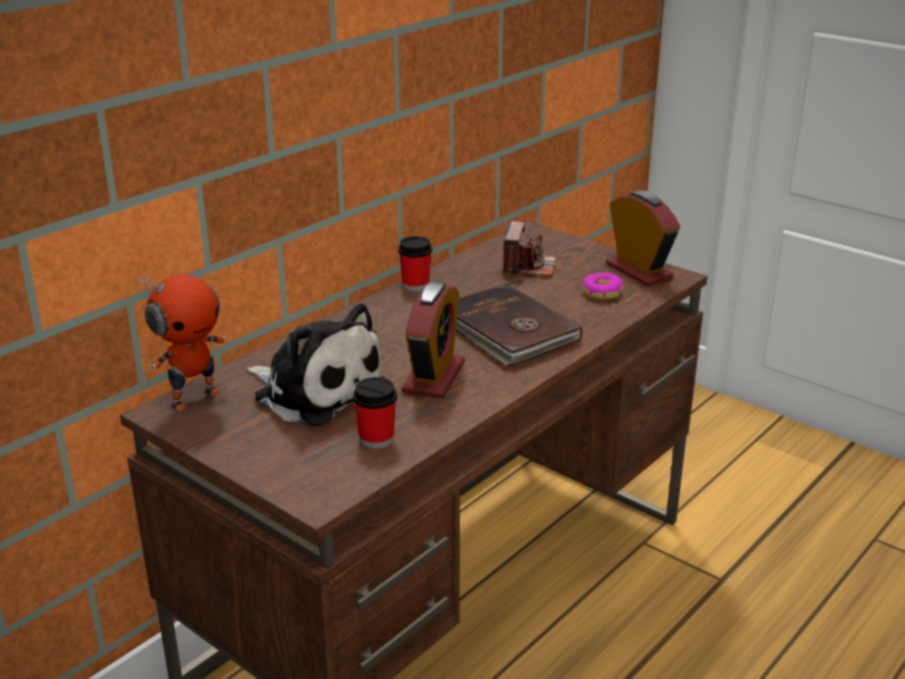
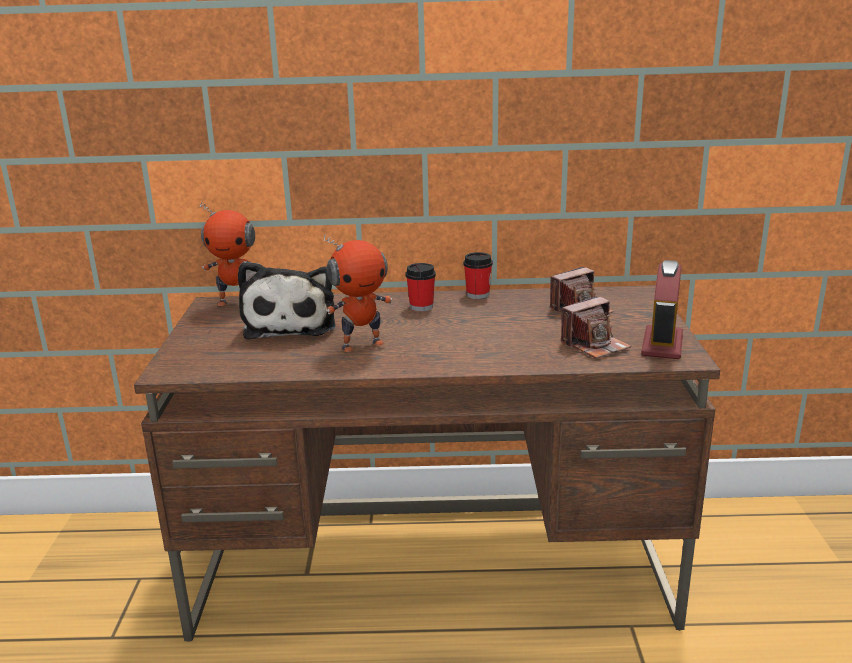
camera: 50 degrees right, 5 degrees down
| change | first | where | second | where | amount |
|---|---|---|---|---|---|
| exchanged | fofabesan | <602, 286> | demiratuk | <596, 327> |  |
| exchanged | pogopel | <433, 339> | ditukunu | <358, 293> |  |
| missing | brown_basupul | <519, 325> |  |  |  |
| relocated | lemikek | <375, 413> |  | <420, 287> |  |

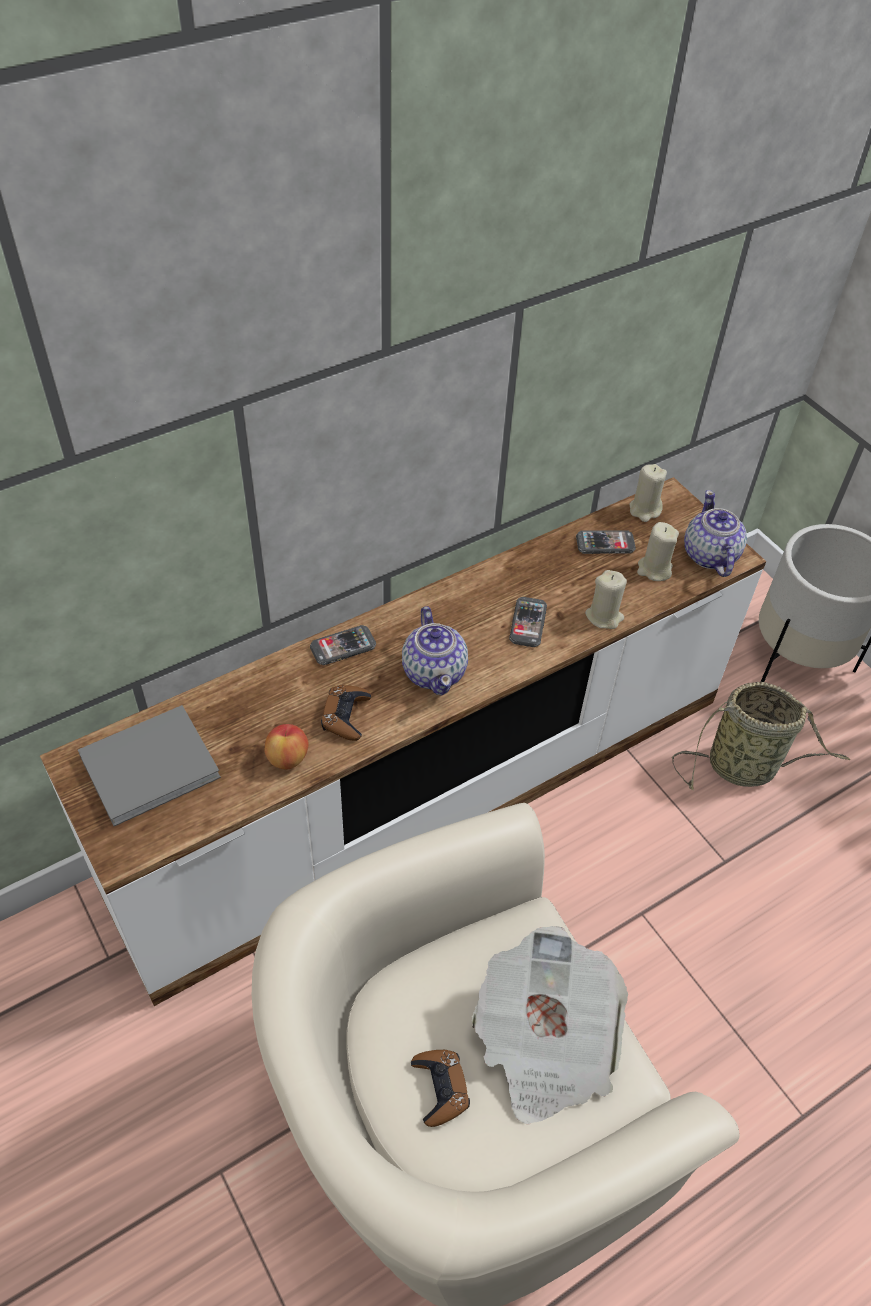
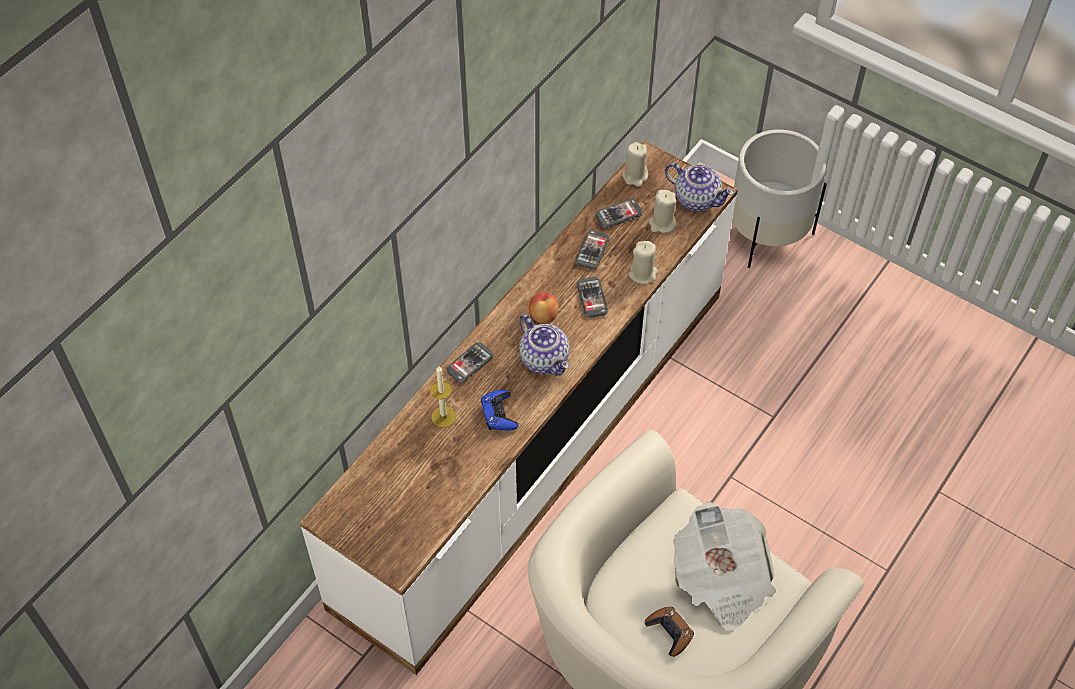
camera: 20 degrees left, 5 degrees up
| change | first | where | second | where | amount |
|---|---|---|---|---|---|
| spun | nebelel | <715, 533> |  | <699, 187> | 150 degrees clockwise |
| missing | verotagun | <761, 736> |  |  |  |
| colour | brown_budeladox | <346, 713> | blue_budeladox | <500, 410> |  |
| missing | grey_basupul | <149, 765> |  |  |  |
| relocated | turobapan | <287, 746> |  | <544, 308> |  |
| appeared |  |  | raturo | <592, 250> |  |
| appeared |  |  | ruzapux | <443, 397> |  |

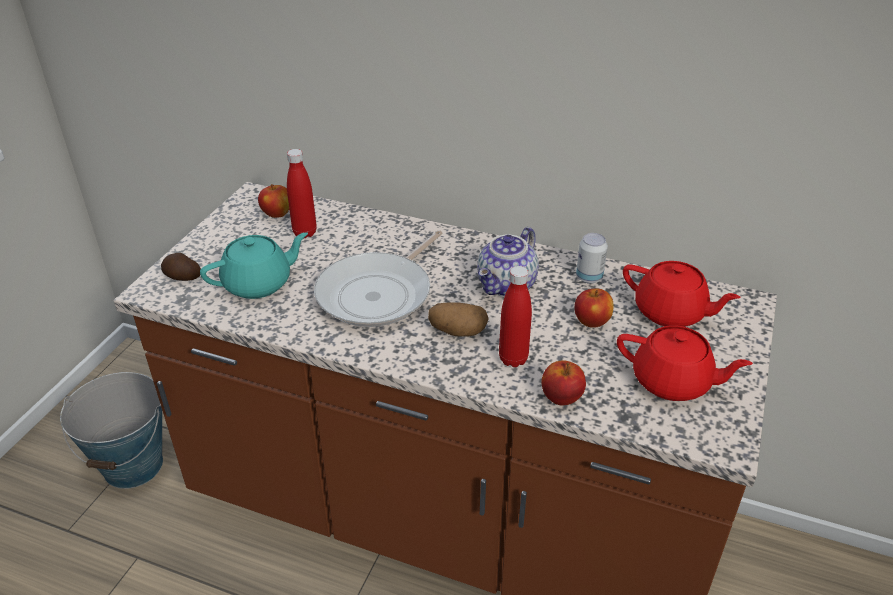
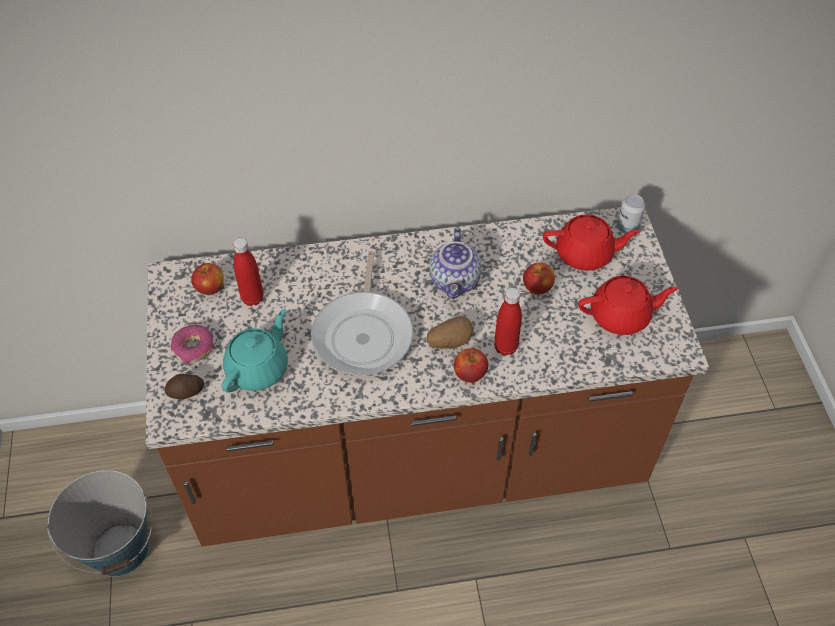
camera: 30 degrees left, 15 degrees up
| change | first | where | second | where | amount |
|---|---|---|---|---|---|
| relocated | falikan | <592, 258> |  | <631, 214> |  |
| relocated | turobapan | <564, 382> |  | <471, 365> |  |
| appeared |  |  | fofabesan | <192, 344> |  |

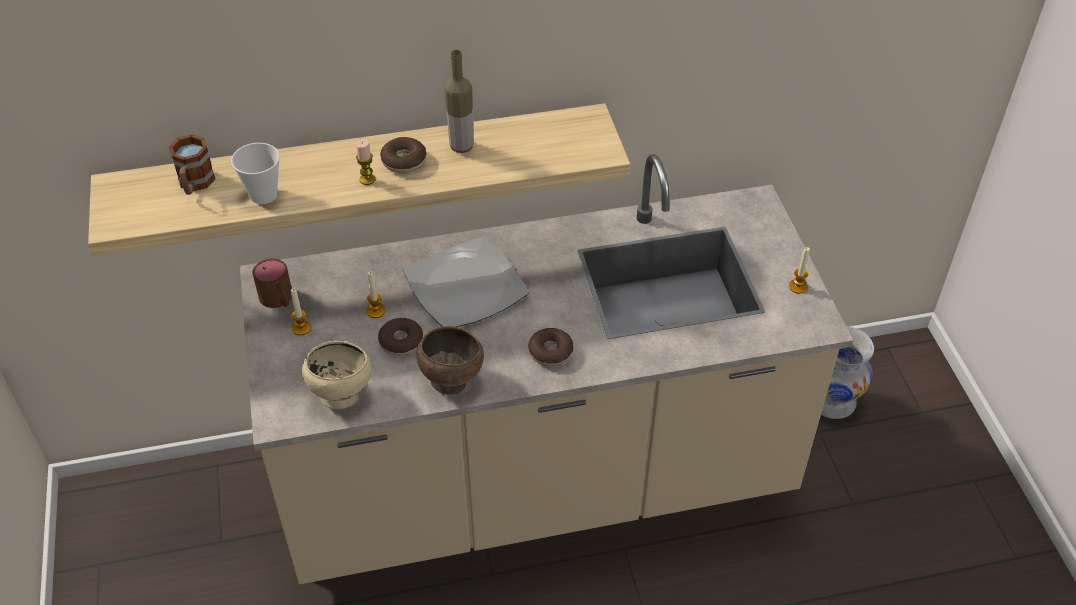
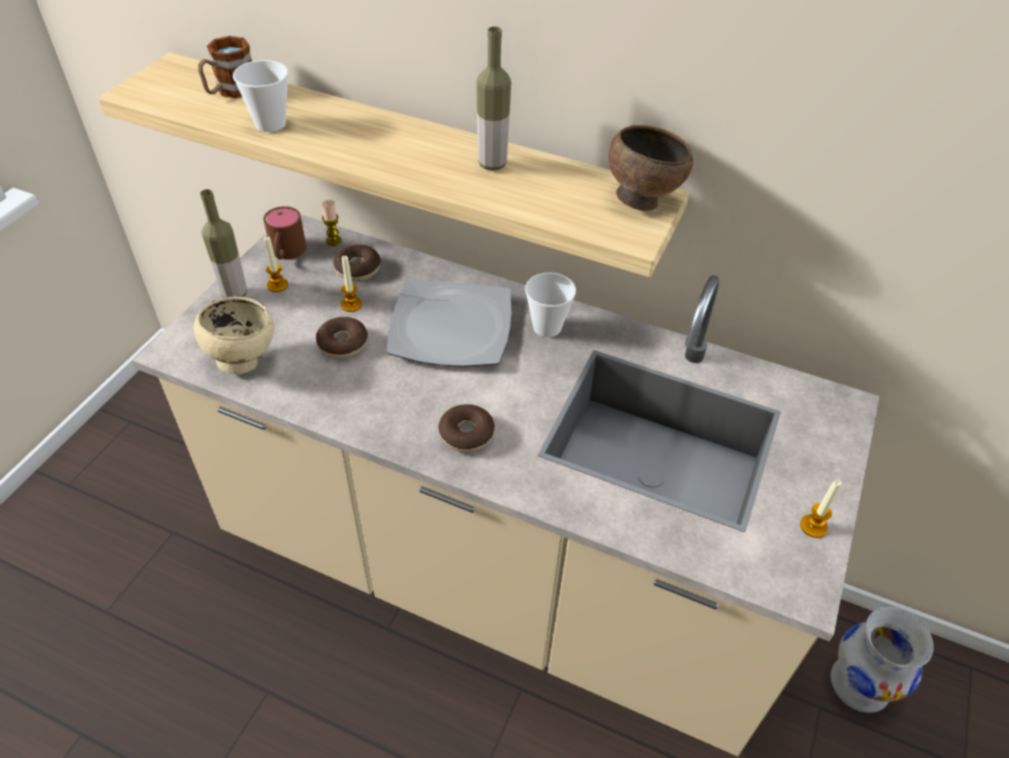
camera: 35 degrees right, 0 degrees up
| change | first | where | second | where | amount |
|---|---|---|---|---|---|
| relocated | fofabesan | <403, 155> |  | <357, 262> |  |
| relocated | ruzapux | <366, 162> |  | <331, 223> |  |
| relocated | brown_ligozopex | <450, 360> |  | <650, 168> |  |
| appeared |  |  | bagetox | <223, 243> |  |
| appeared |  |  | lemikek | <550, 304> |  |

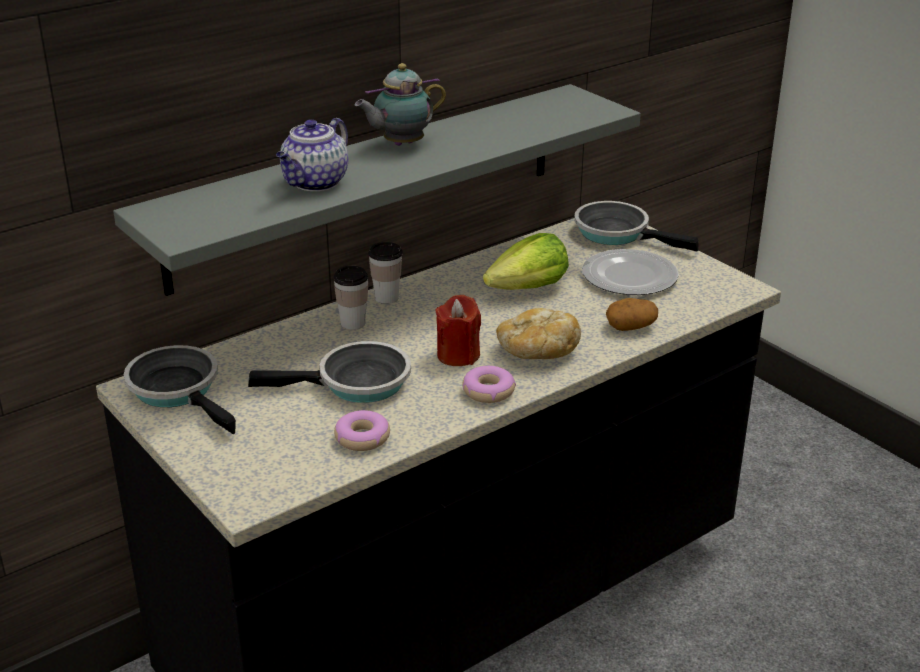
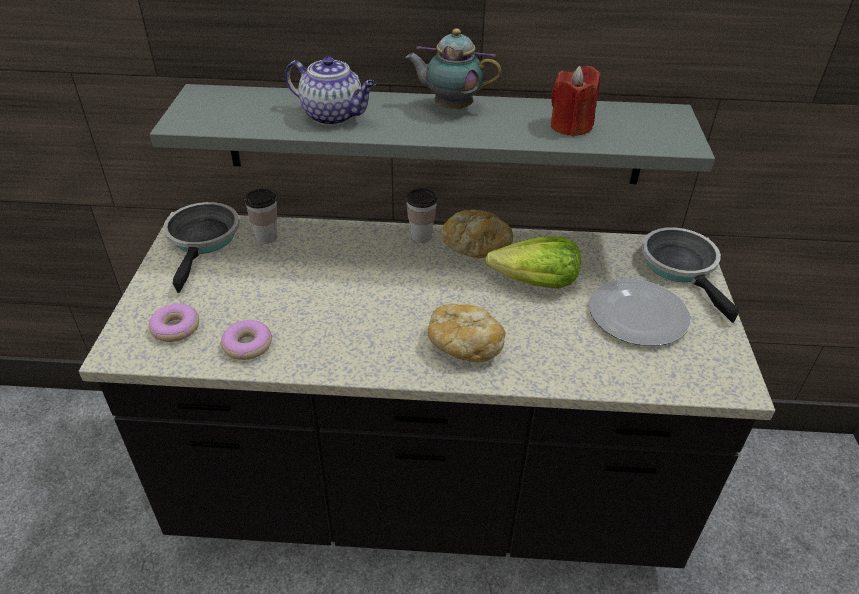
camera: 40 degrees right, 10 degrees up
| change | first | where | second | where | amount |
|---|---|---|---|---|---|
| spun | nebelel | <312, 154> |  | <330, 90> | 135 degrees counterclockwise |
| relocated | lemikek | <351, 298> |  | <261, 216> |  |
| relocated | red_ruzapux | <458, 330> |  | <575, 101> |  |
| missing | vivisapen | <632, 314> |  |  |  |
| missing | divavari | <329, 372> |  |  |  |
| relocated | fofabesan | <489, 384> |  | <174, 322> |  |
| appeared |  |  | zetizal | <477, 234> |  |

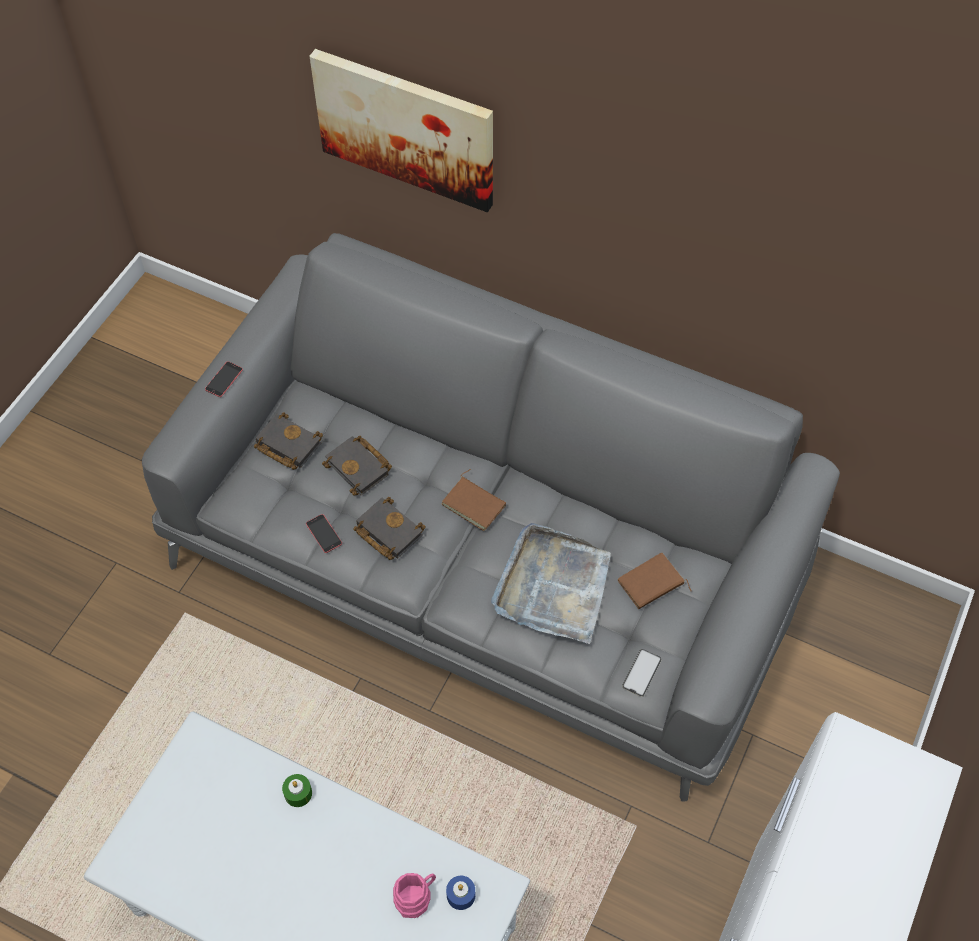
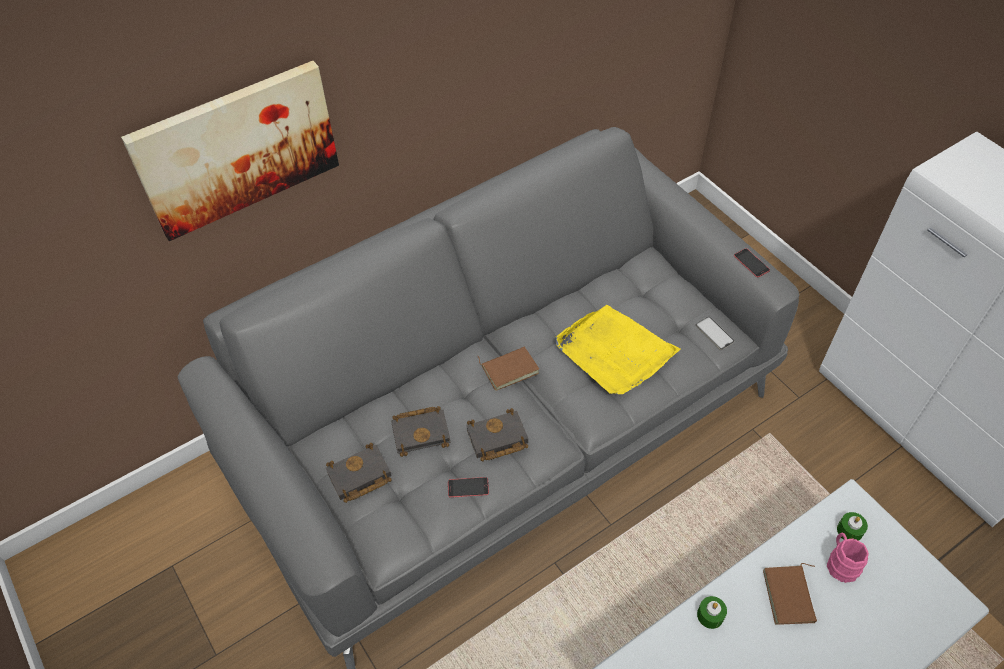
camera: 60 degrees left, 5 degrees down
| change | first | where | second | where | amount |
|---|---|---|---|---|---|
| relocated | raturo | <224, 379> |  | <752, 262> |  |
| colour | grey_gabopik | <551, 583> | yellow_gabopik | <618, 349> |  |
| relocated | brown_basupul | <654, 581> |  | <790, 594> |  |
| colour | blue_ruzapux | <460, 893> | green_ruzapux | <852, 526> |  |

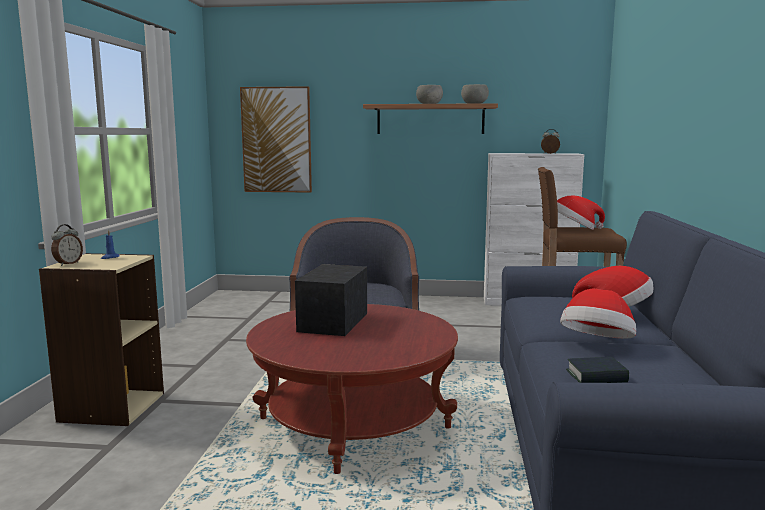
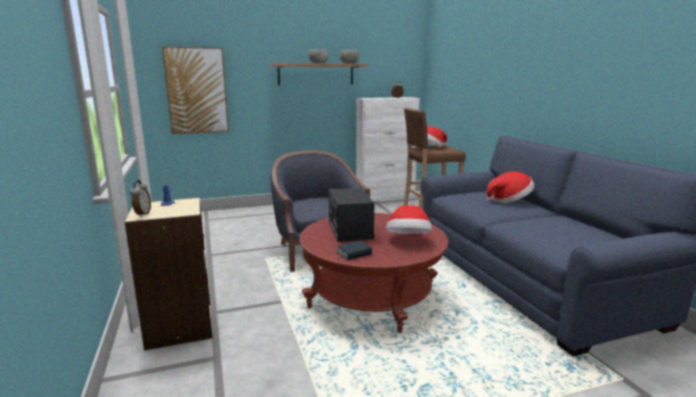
camera: 25 degrees left, 5 degrees up
| change | first | where | second | where | amount |
|---|---|---|---|---|---|
| relocated | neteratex | <598, 313> |  | <409, 219> |  |
| relocated | basupul | <597, 370> |  | <354, 250> |  |

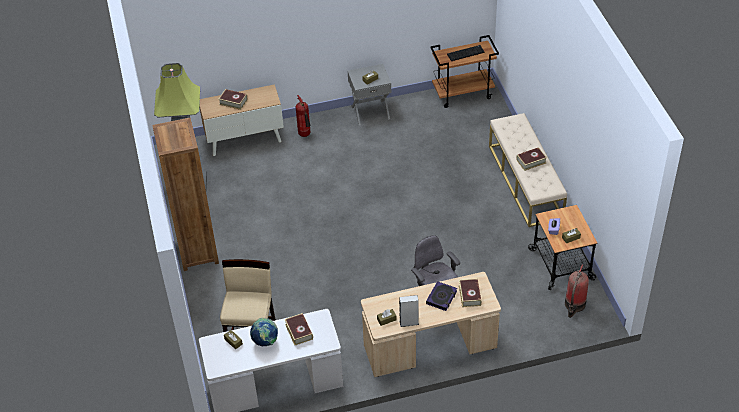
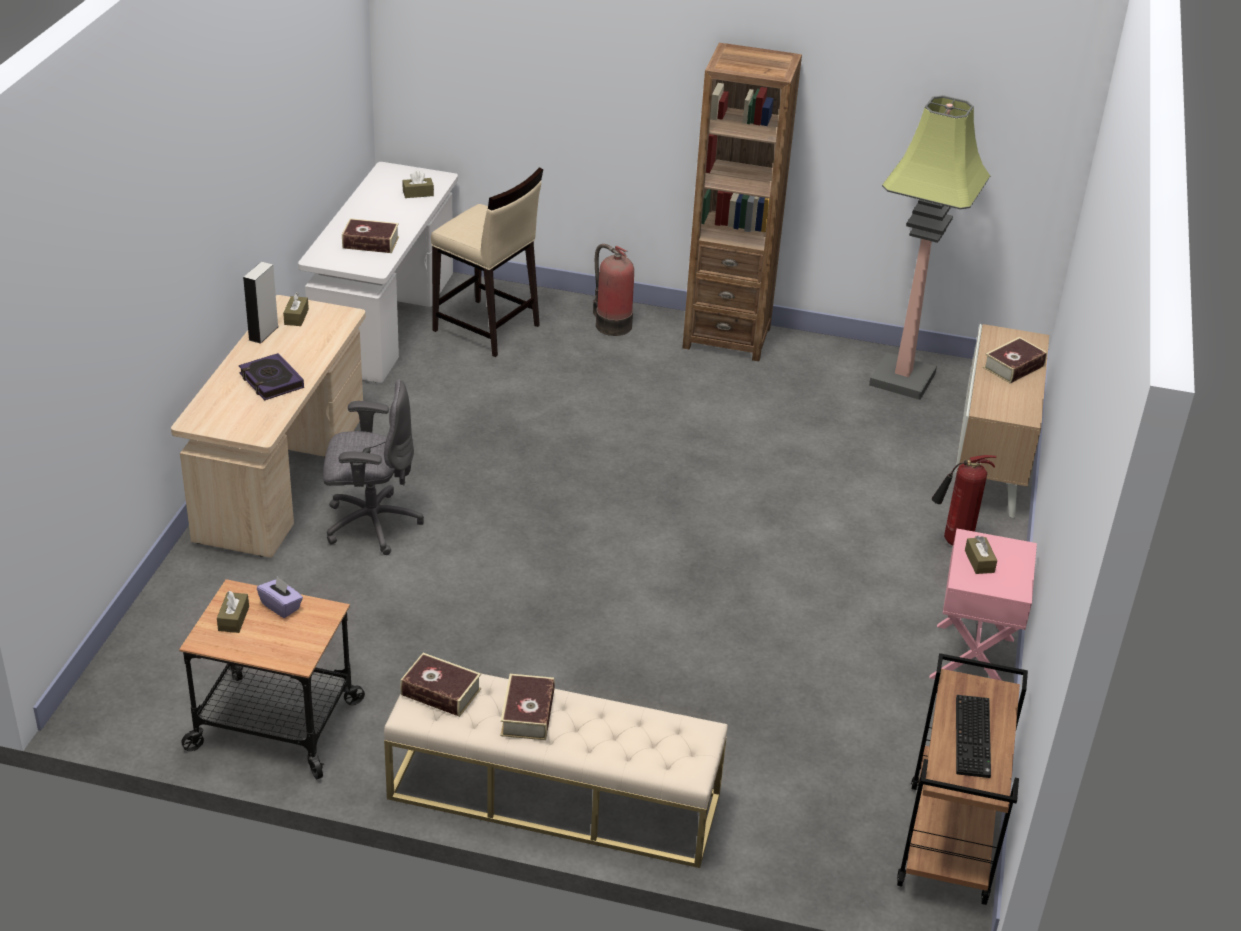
camera: 115 degrees right, 10 degrees down
| change | first | where | second | where | amount |
|---|---|---|---|---|---|
| colour | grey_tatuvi | <369, 94> | pink_tatuvi | <983, 605> |  |
| relocated | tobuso | <577, 291> |  | <613, 290> |  |
| relocated | basupul | <470, 292> |  | <440, 685> |  |
| missing | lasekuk | <264, 332> |  |  |  |

